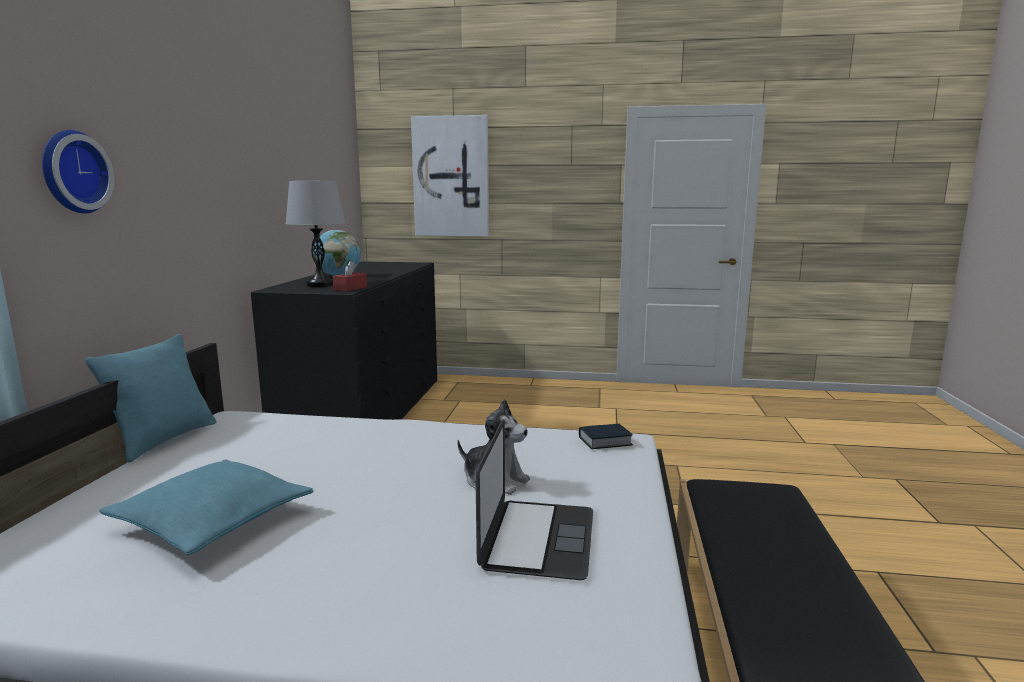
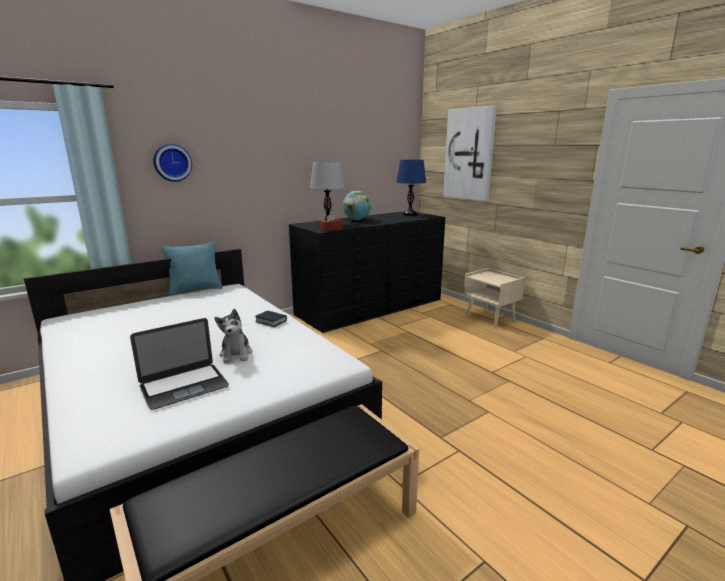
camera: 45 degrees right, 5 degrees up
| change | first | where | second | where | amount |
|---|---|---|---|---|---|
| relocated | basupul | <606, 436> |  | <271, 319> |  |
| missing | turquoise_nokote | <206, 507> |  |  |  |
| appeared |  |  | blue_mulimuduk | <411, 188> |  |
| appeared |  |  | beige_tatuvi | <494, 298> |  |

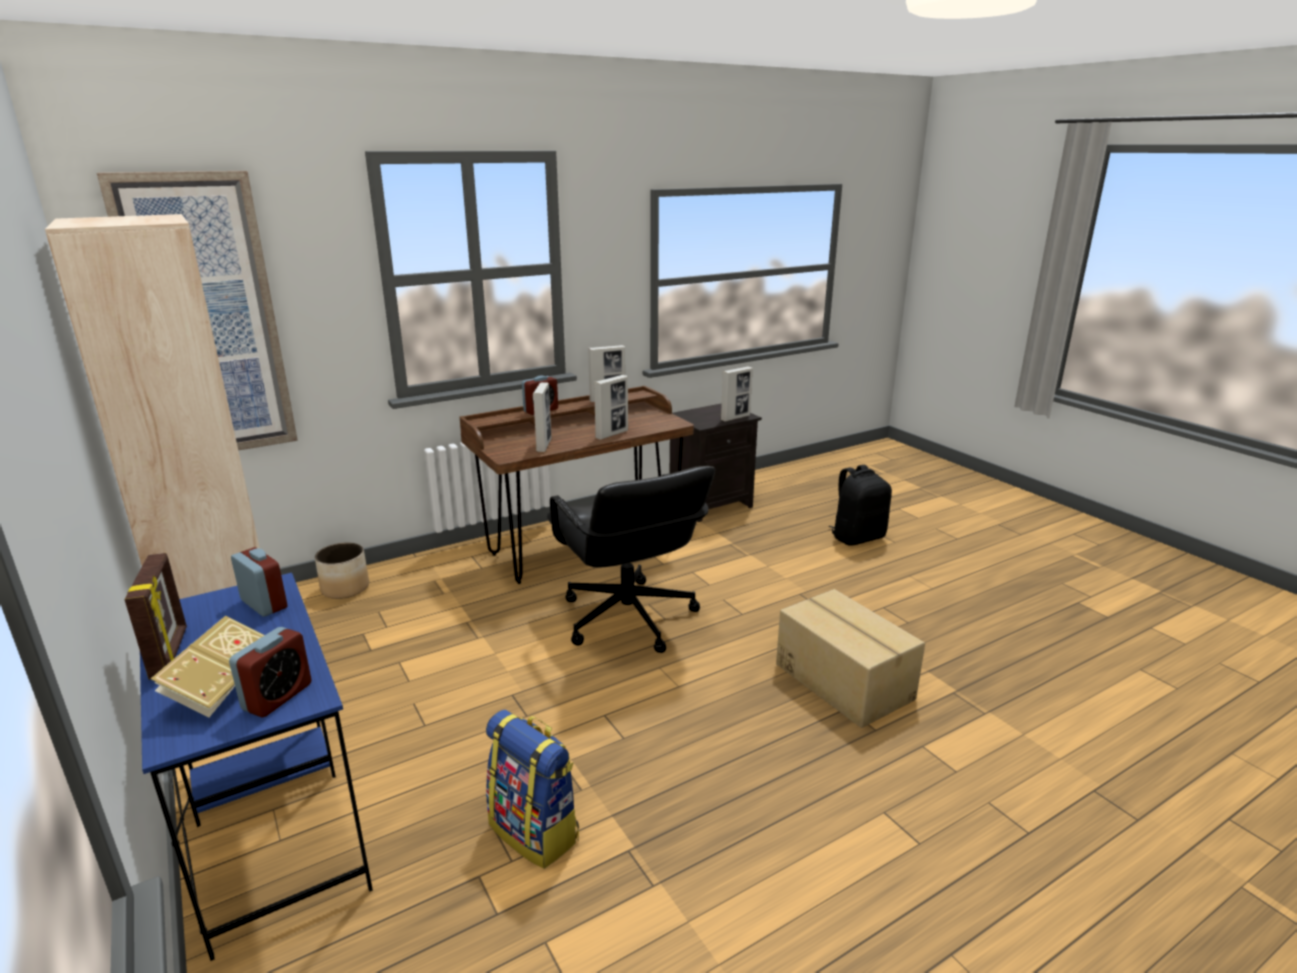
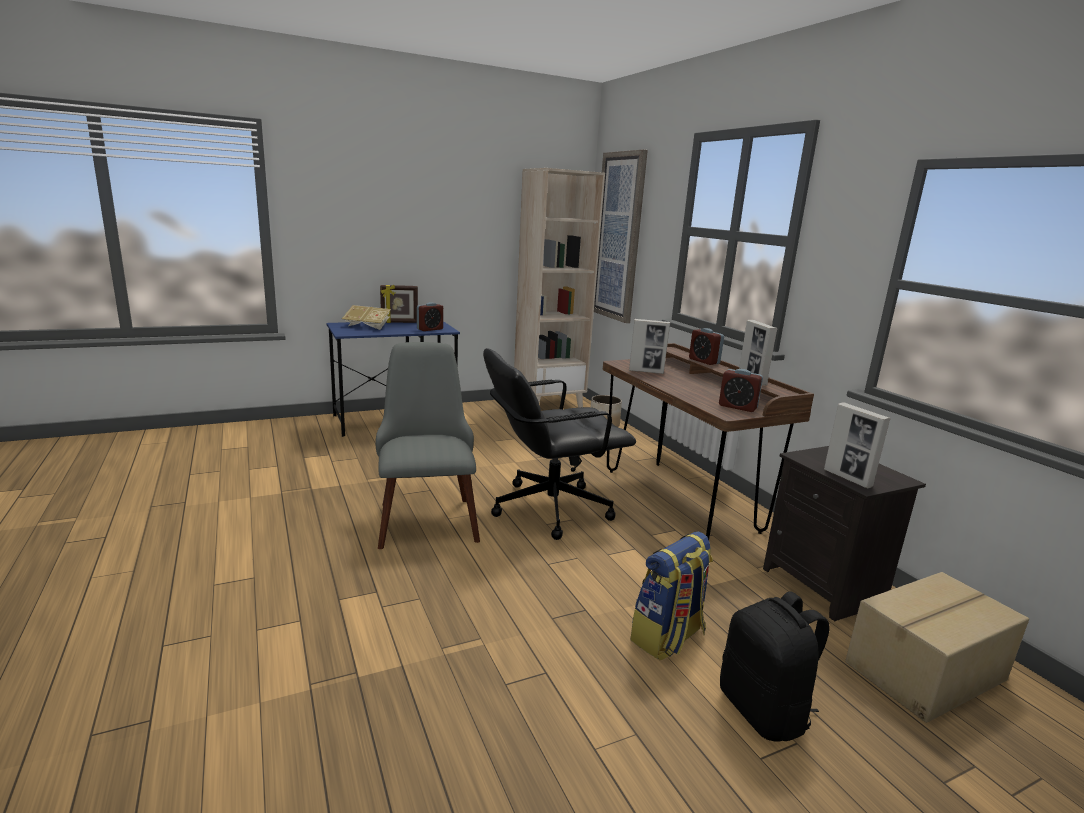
camera: 95 degrees right, 5 degrees down
| change | first | where | second | where | amount |
|---|---|---|---|---|---|
| missing | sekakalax | <611, 407> |  |  |  |
| relocated | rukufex | <850, 658> |  | <937, 647> |  |
| relocated | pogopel | <270, 672> |  | <741, 390> |  |
| relocated | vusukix | <532, 789> |  | <671, 595> |  |
| appeared |  |  | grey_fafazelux | <427, 445> |  |

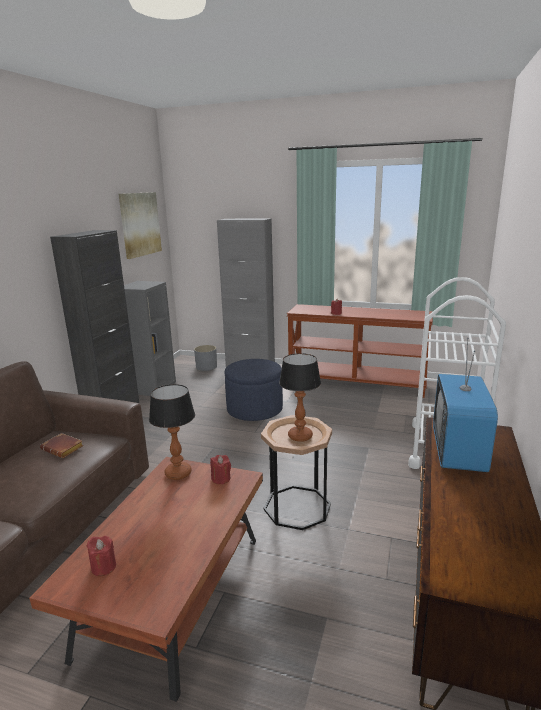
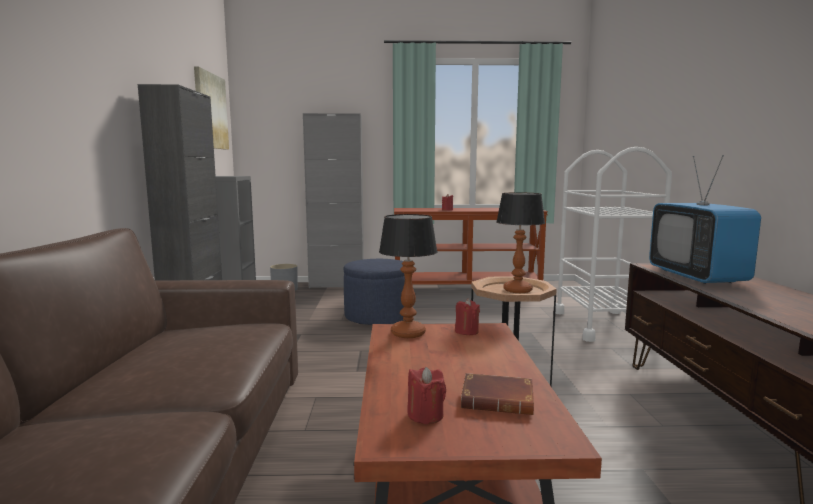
camera: 20 degrees left, 10 degrees down
| change | first | where | second | where | amount |
|---|---|---|---|---|---|
| relocated | brown_basupul | <62, 445> |  | <497, 394> |  |

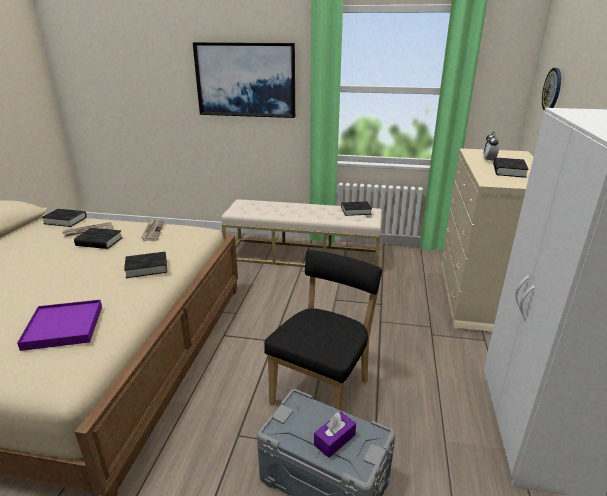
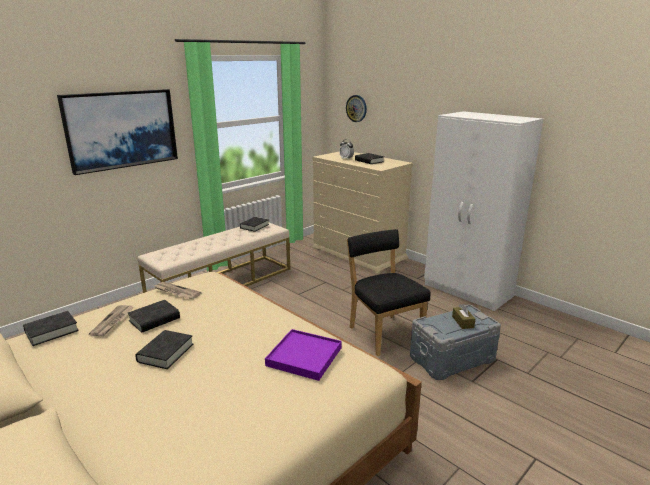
camera: 55 degrees left, 5 degrees down
| change | first | where | second | where | amount |
|---|---|---|---|---|---|
| relocated | black_basupul | <145, 265> |  | <164, 349> |  |
| colour | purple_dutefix | <335, 435> | brown_dutefix | <463, 316> |  |

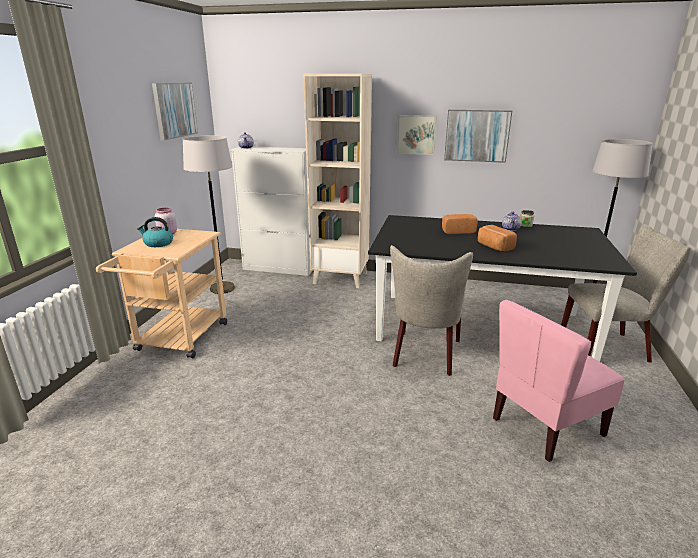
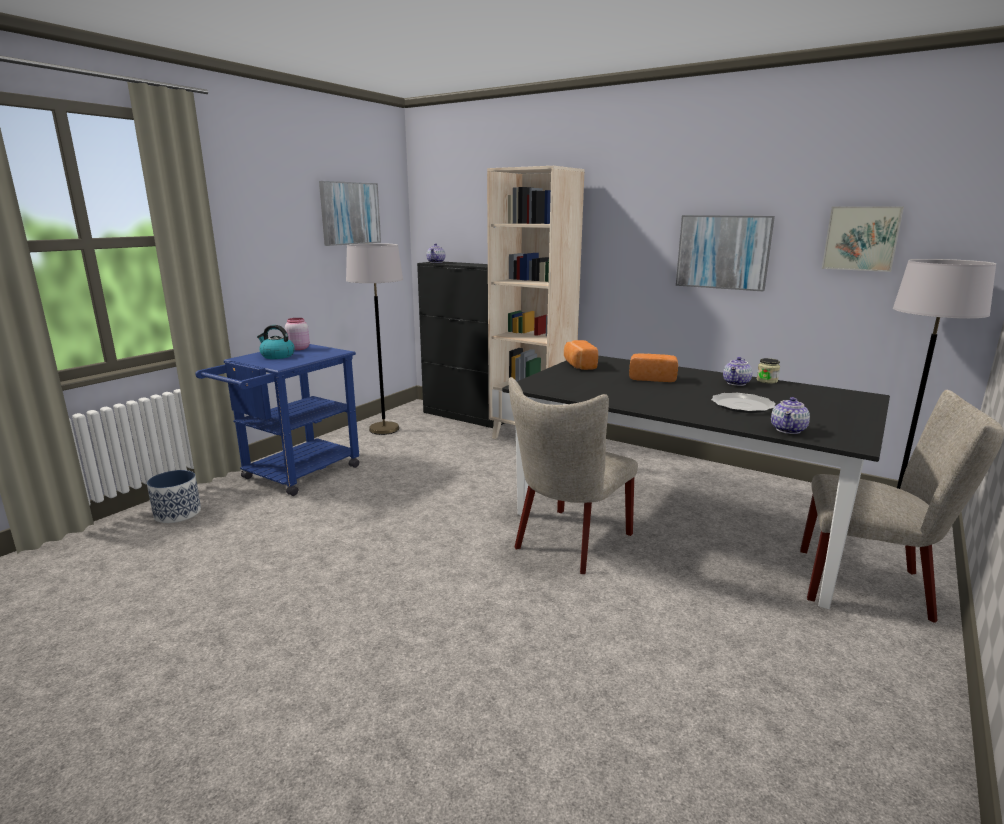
camera: 20 degrees right, 5 degrees down
| change | first | where | second | where | amount |
|---|---|---|---|---|---|
| relocated | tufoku | <417, 135> |  | <863, 239> |  |
| colour | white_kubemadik | <272, 211> | black_kubemadik | <460, 345> |  |
| relocated | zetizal | <497, 238> |  | <581, 355> |  |
| colour | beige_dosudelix | <161, 293> | blue_dosudelix | <277, 420> |  |
| missing | pink_fafazelux | <559, 381> |  |  |  |
| appeared |  |  | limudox | <743, 403> |  |
| appeared |  |  | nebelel | <790, 415> |  |
| appeared |  |  | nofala | <174, 496> |  |

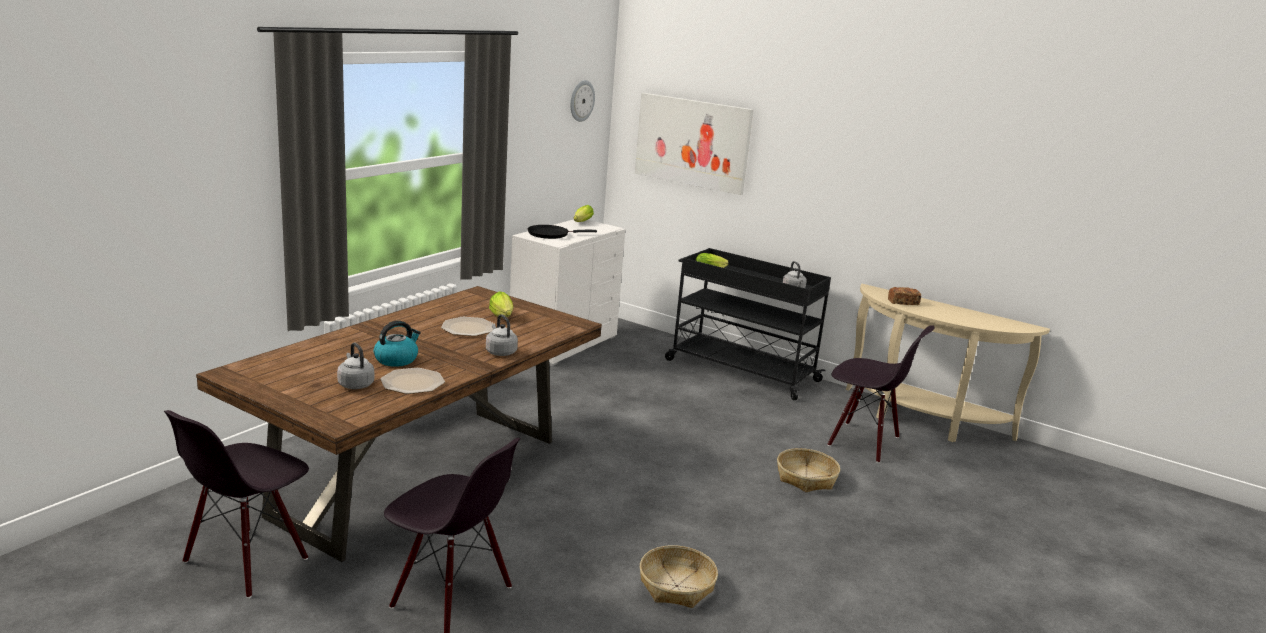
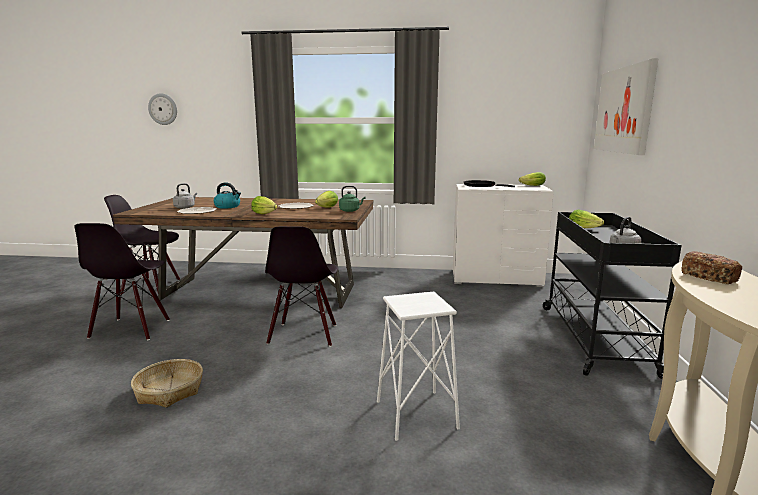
camera: 65 degrees right, 5 degrees down
| change | first | where | second | where | amount |
|---|---|---|---|---|---|
| relocated | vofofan | <582, 101> |  | <162, 109> |  |
| exchanged | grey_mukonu | <502, 335> | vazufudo | <264, 205> |  |
| relocated | black_fafazelux | <881, 394> |  | <301, 286> |  |
| exchanged | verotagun | <808, 470> | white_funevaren | <418, 366> |  |
| appeared |  |  | green_mukonu | <352, 199> |  |

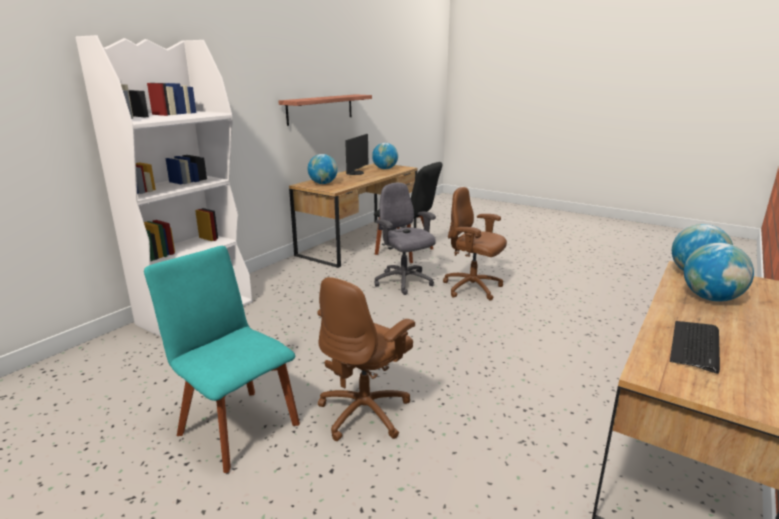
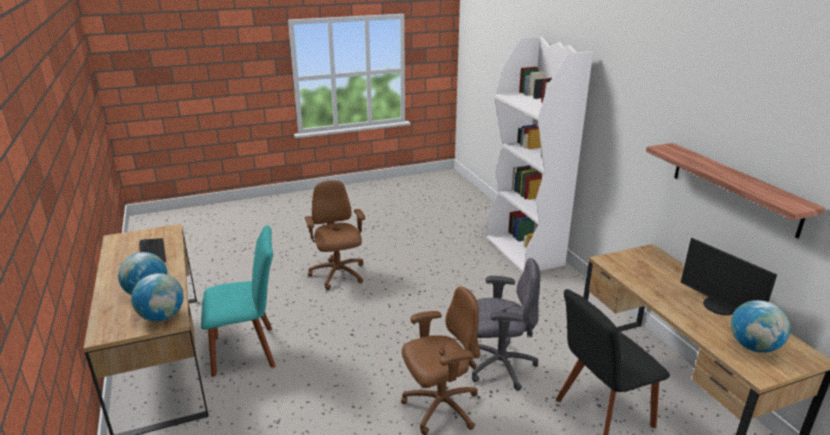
camera: 125 degrees right, 5 degrees up
| change | first | where | second | where | amount |
|---|---|---|---|---|---|
| missing | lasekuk | <323, 169> |  |  |  |
| relocated | turquoise_fafazelux | <222, 359> |  | <238, 301> |  |

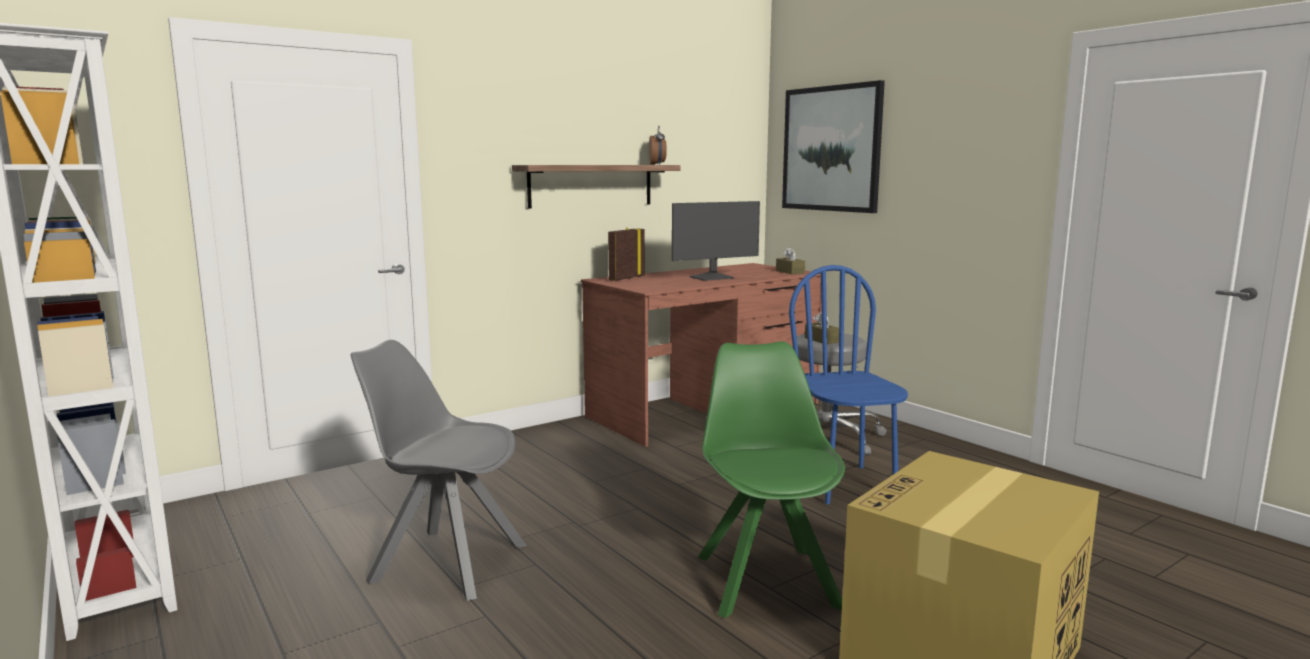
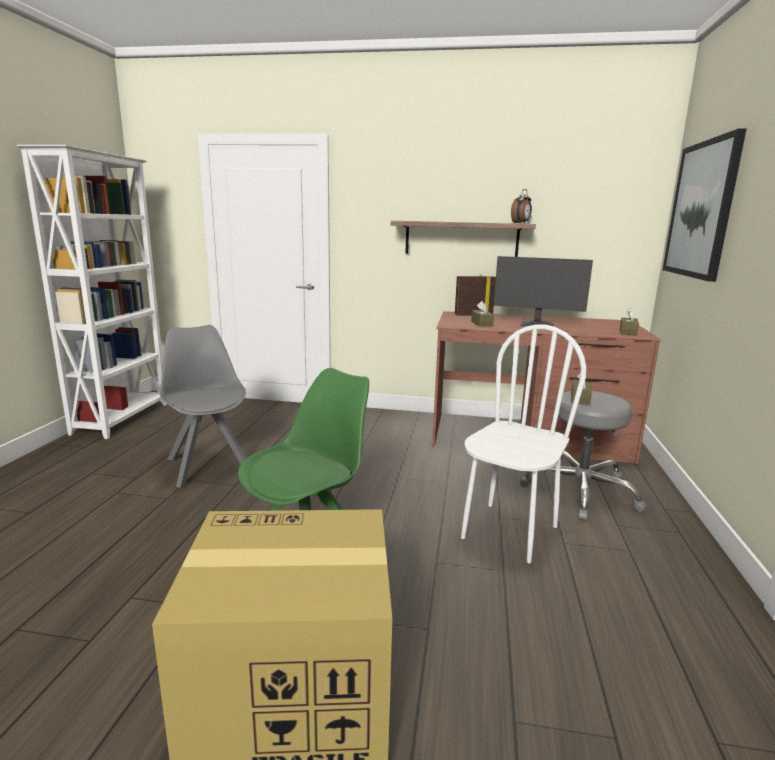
camera: 45 degrees right, 5 degrees up
| change | first | where | second | where | amount |
|---|---|---|---|---|---|
| colour | blue_fafazelux | <848, 384> | white_fafazelux | <523, 443> |  |
| appeared |  |  | brown_dutefix | <482, 314> |  |

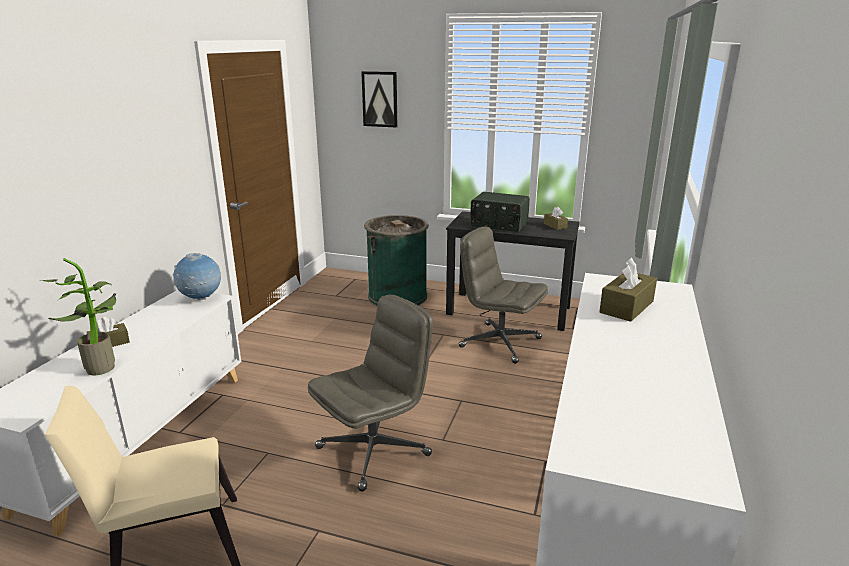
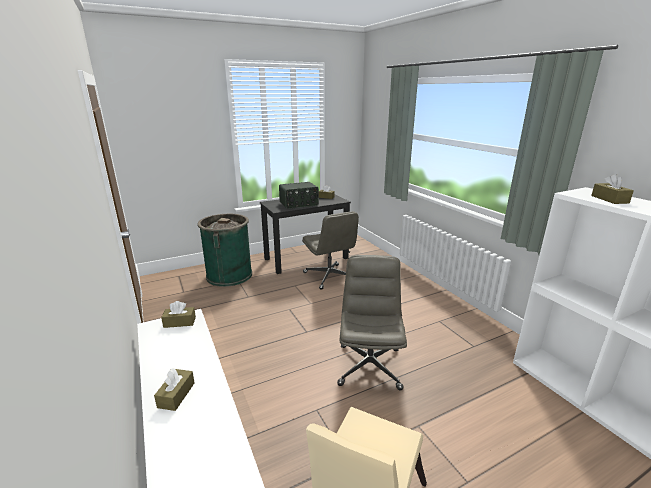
camera: 45 degrees left, 0 degrees up
| change | first | where | second | where | amount |
|---|---|---|---|---|---|
| missing | tufoku | <379, 99> |  |  |  |
| spun | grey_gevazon | <503, 295> |  | <330, 250> | 105 degrees counterclockwise |
| exchanged | lasekuk | <197, 276> | brown_dutefix | <178, 314> |  |
| missing | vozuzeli | <78, 316> |  |  |  |

